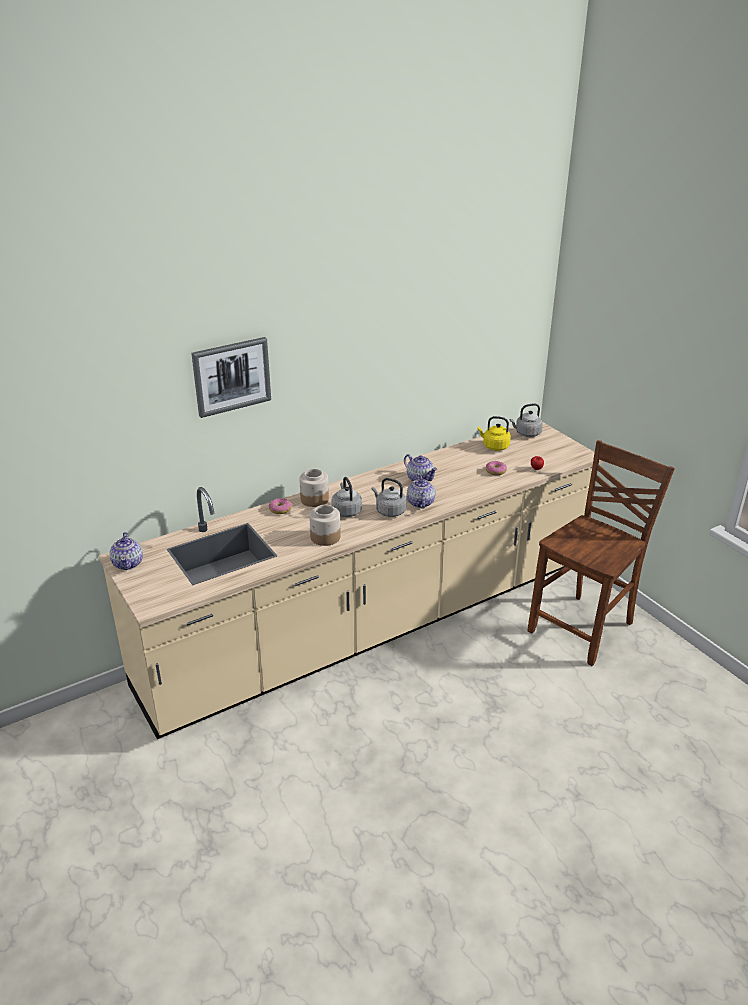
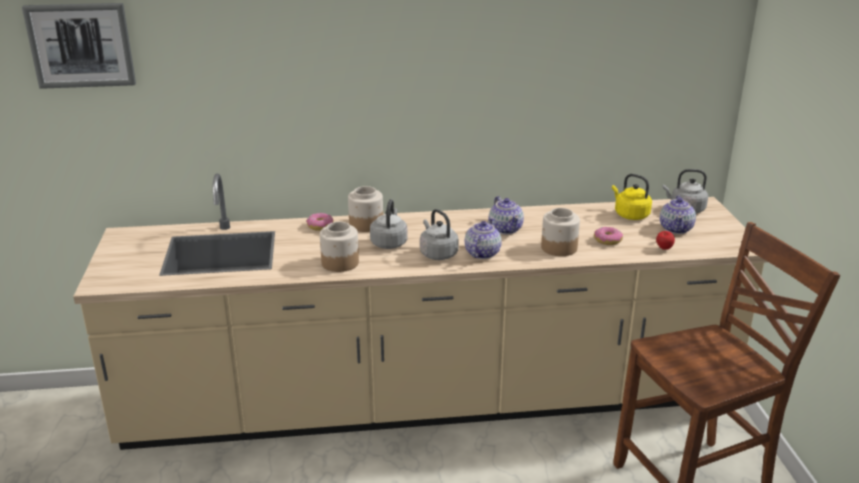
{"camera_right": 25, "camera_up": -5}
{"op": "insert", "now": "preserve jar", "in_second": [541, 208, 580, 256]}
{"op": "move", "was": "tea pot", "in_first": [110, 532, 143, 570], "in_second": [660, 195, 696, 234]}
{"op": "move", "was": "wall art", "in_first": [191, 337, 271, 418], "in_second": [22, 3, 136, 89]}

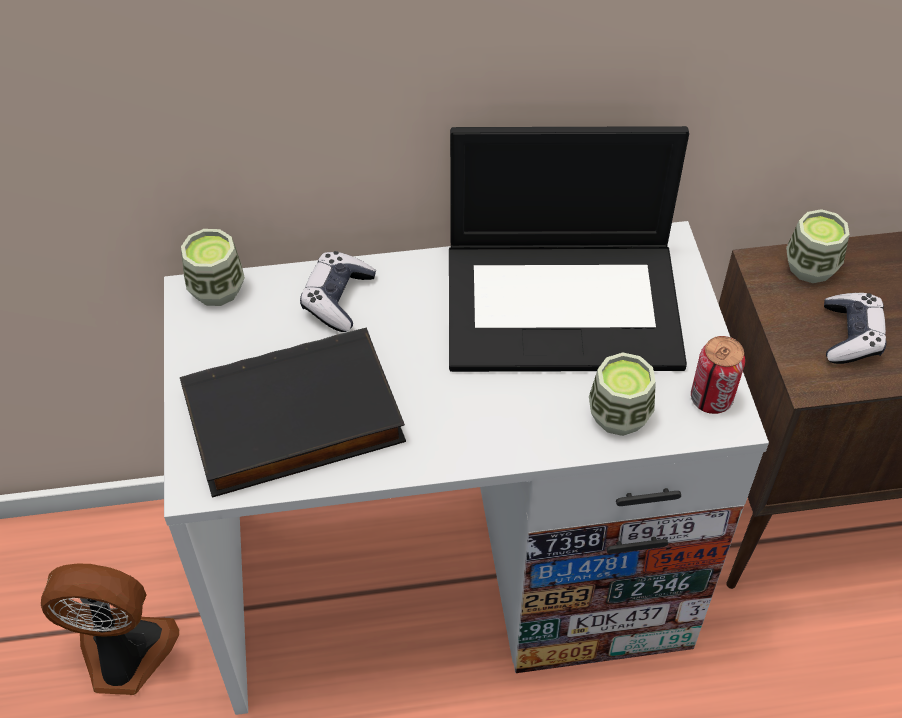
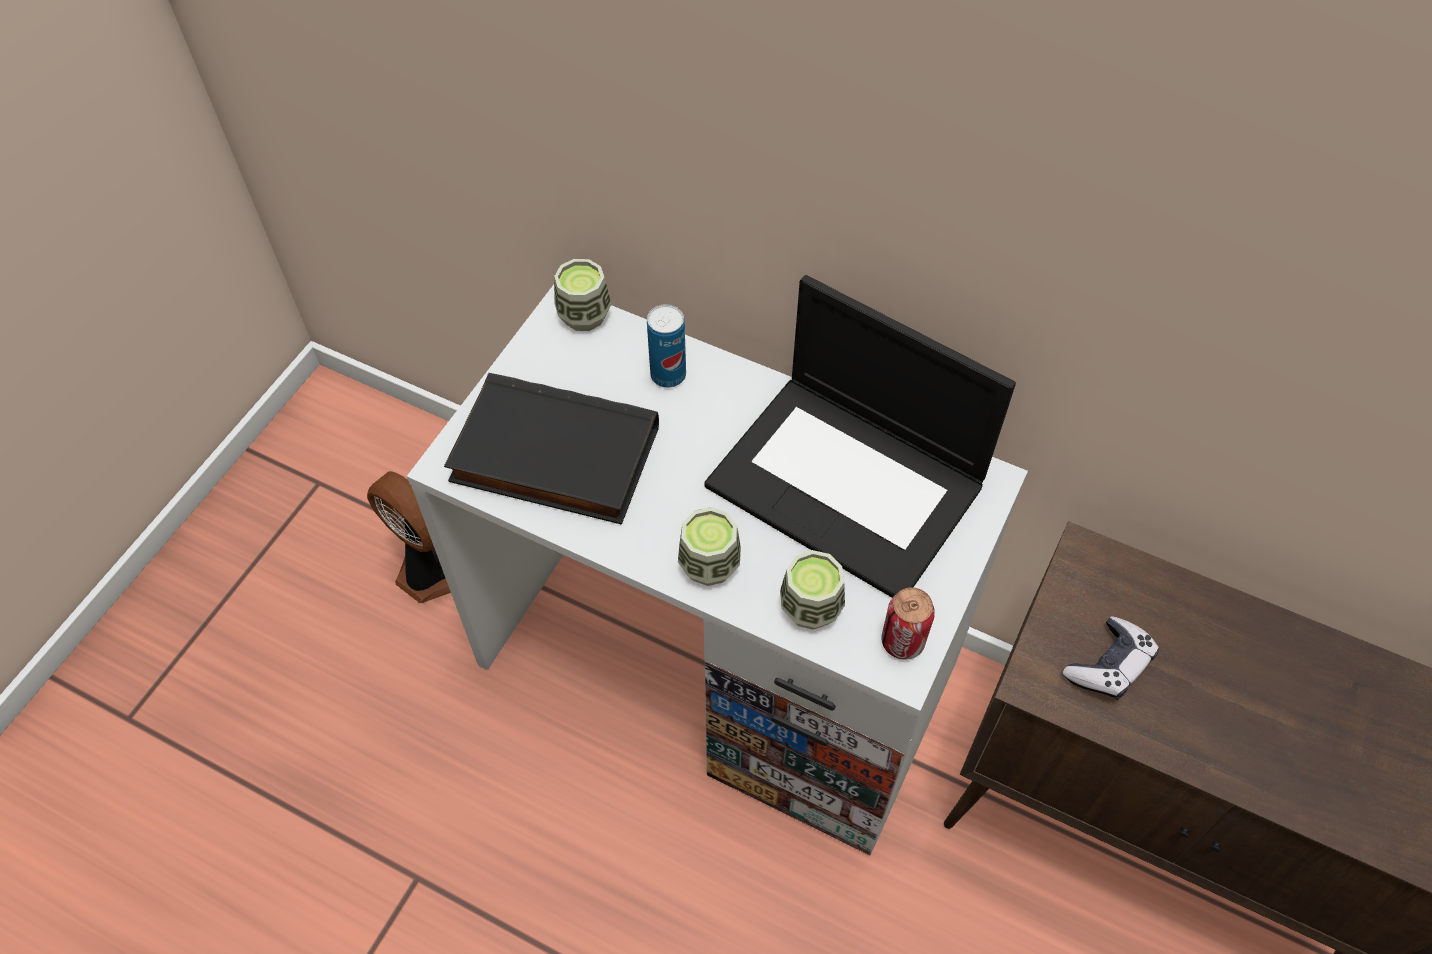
{"camera_right": 35, "camera_up": 5}
{"op": "move", "was": "cup", "in_first": [786, 209, 849, 283], "in_second": [678, 507, 741, 586]}
{"op": "replace", "was": "gamepad", "now": "can", "in_first": [300, 251, 376, 332], "in_second": [647, 304, 686, 388]}

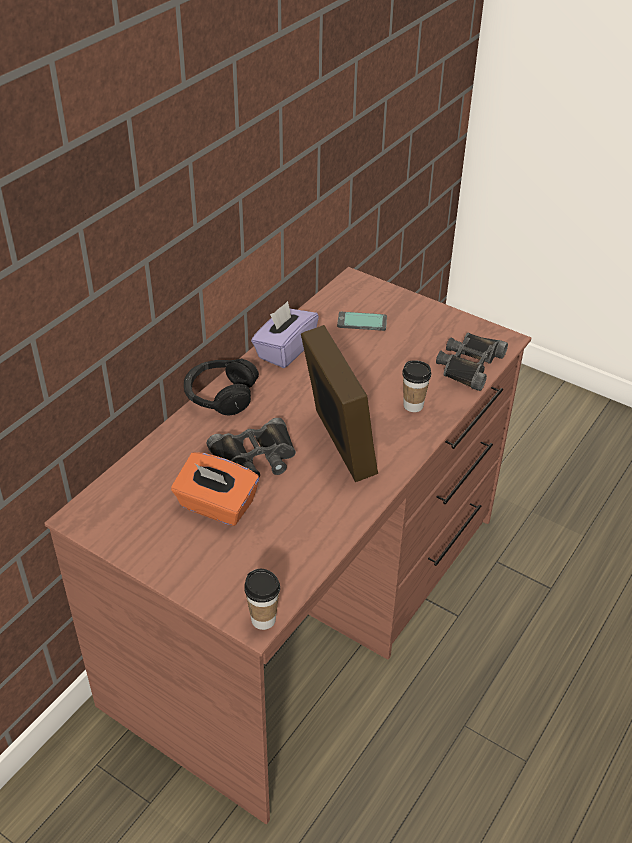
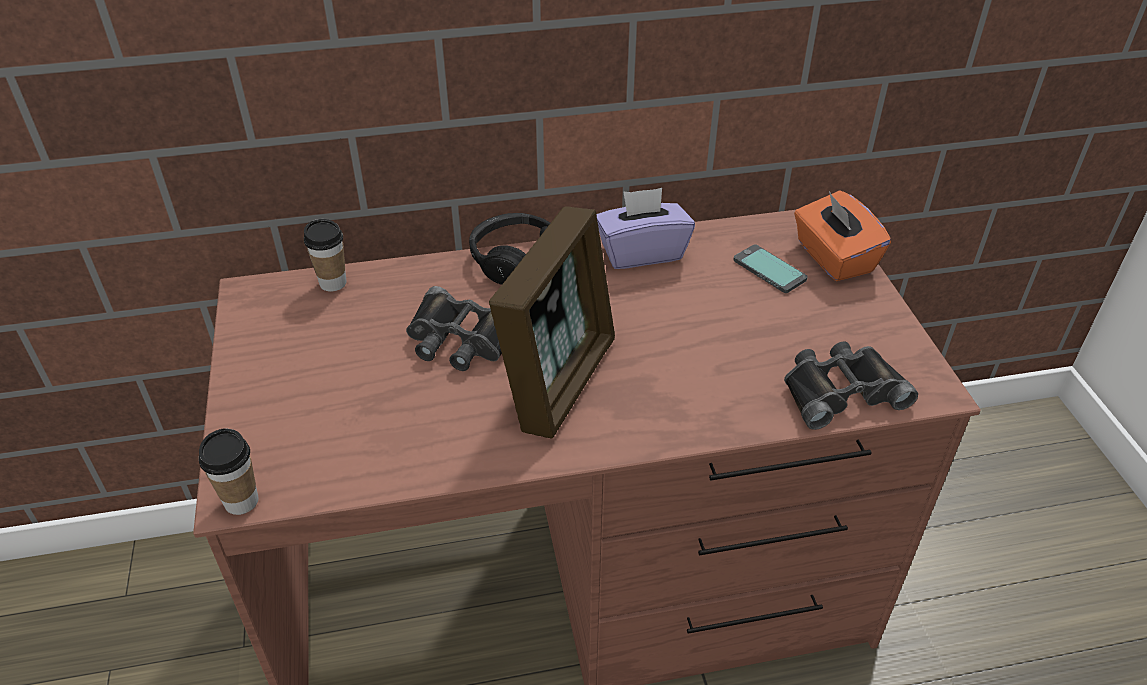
{"camera_right": 45, "camera_up": 0}
{"op": "move", "was": "tissue holder/orangey", "in_first": [171, 452, 259, 526], "in_second": [794, 190, 891, 281]}
{"op": "move", "was": "cup", "in_first": [402, 360, 431, 412], "in_second": [304, 219, 346, 292]}

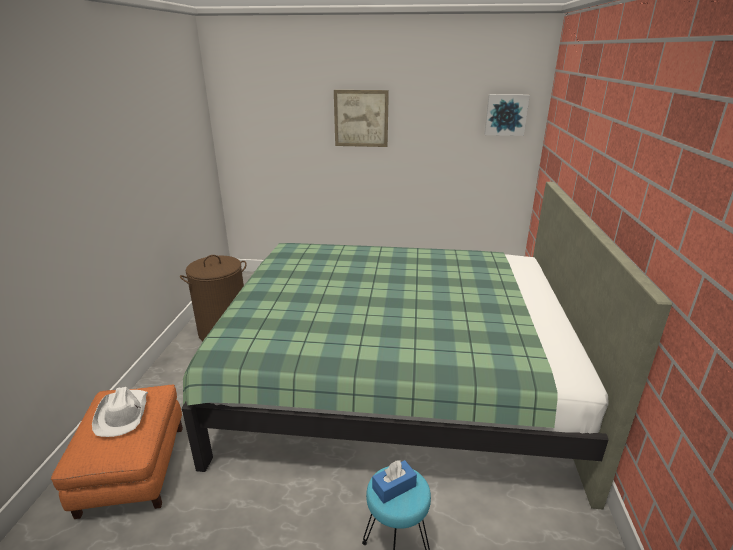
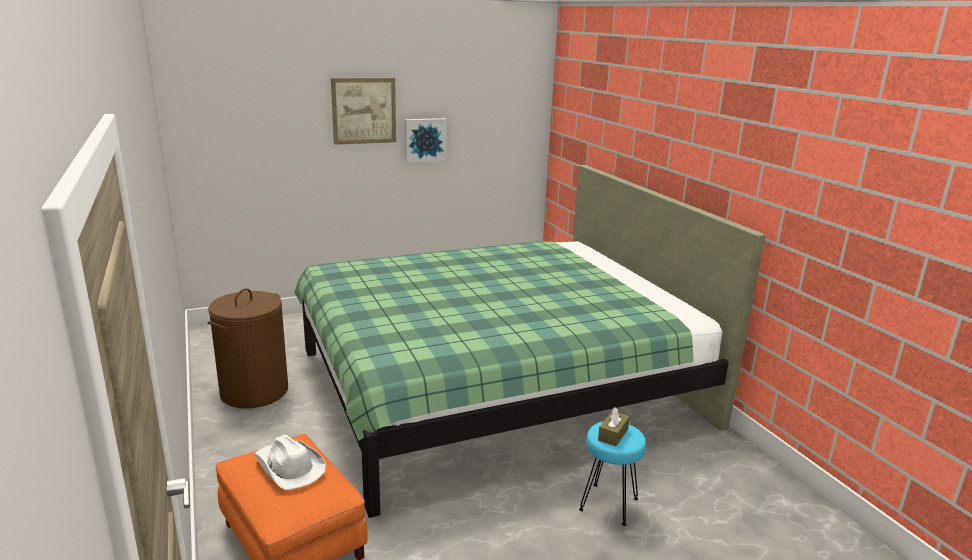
{"camera_right": -30, "camera_up": -5}
{"op": "move", "was": "wall art", "in_first": [485, 94, 530, 136], "in_second": [405, 118, 447, 163]}
{"op": "recolor", "was": "tissue holder/blue-coloured", "now": "tissue holder/brown", "in_first": [372, 460, 417, 504], "in_second": [598, 407, 630, 446]}

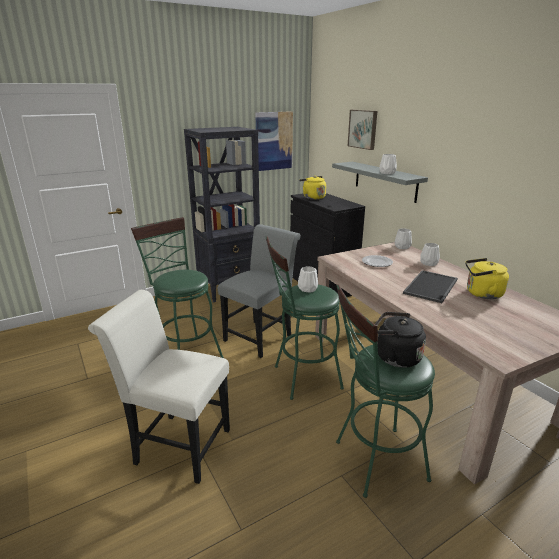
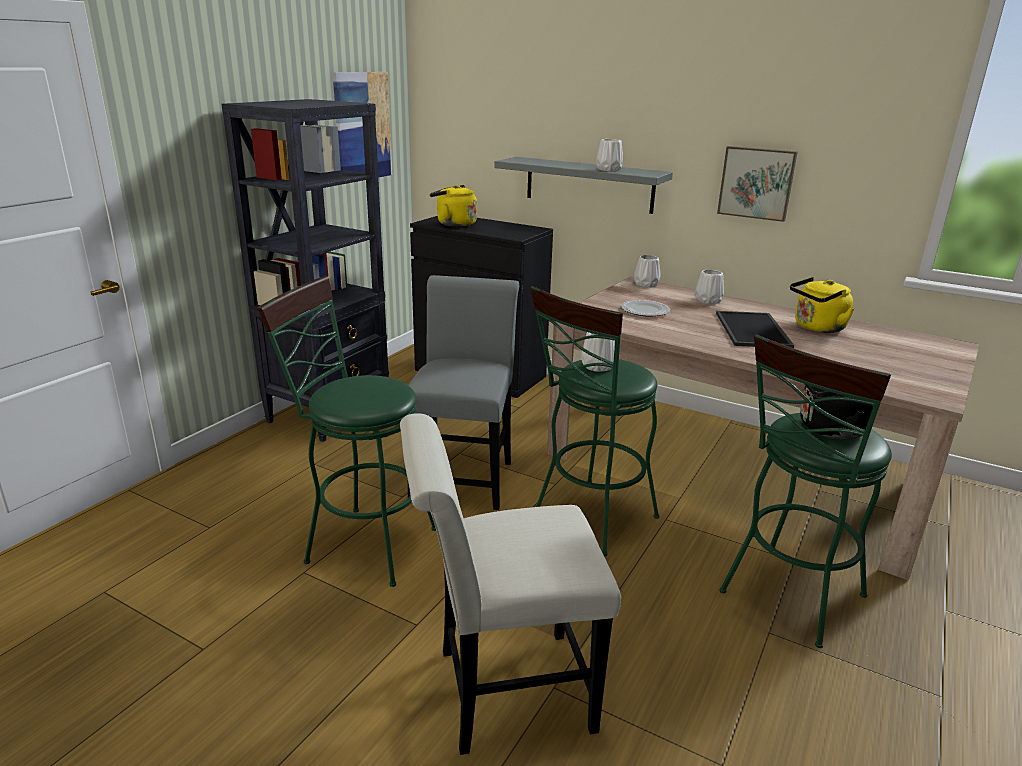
{"camera_right": -30, "camera_up": 0}
{"op": "move", "was": "wall art", "in_first": [348, 110, 377, 150], "in_second": [717, 146, 798, 222]}

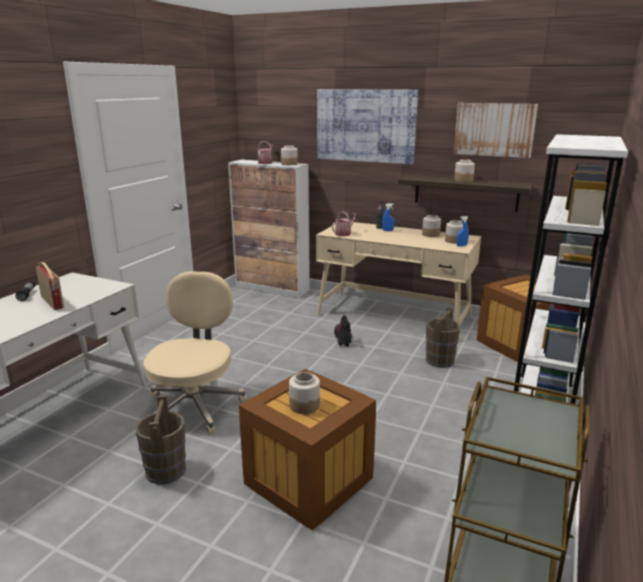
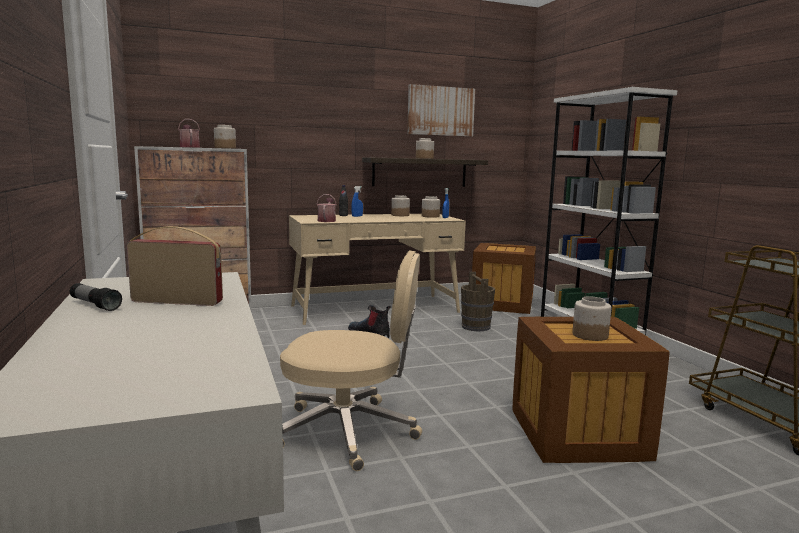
{"camera_right": -45, "camera_up": -10}
{"op": "delete", "was": "water bucket/brown", "in_first": [135, 395, 186, 485]}
{"op": "delete", "was": "wall art", "in_first": [317, 89, 418, 165]}
{"op": "rotate", "was": "office chair/beige", "in_first": [143, 271, 246, 434], "in_second": [280, 250, 422, 471], "clockwise": 135}

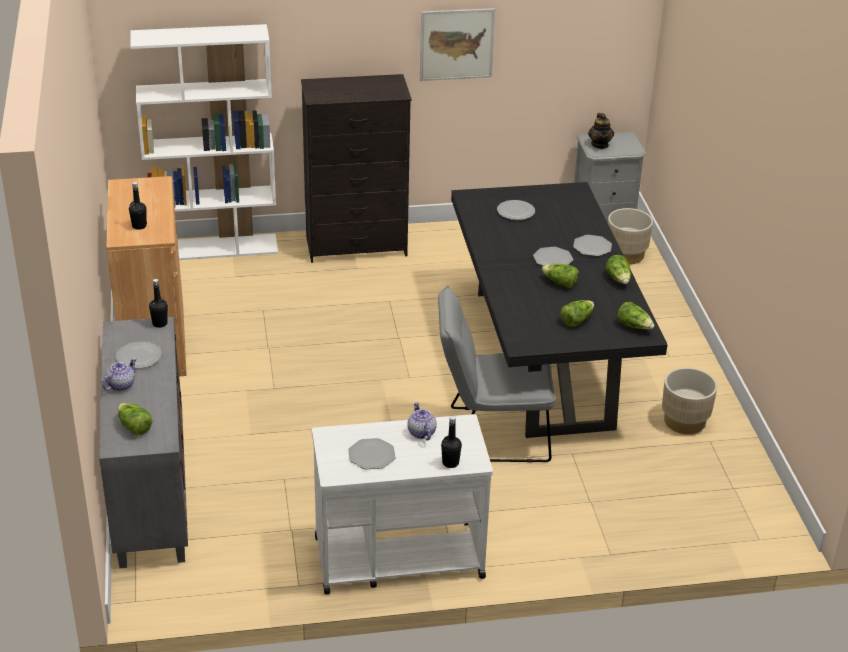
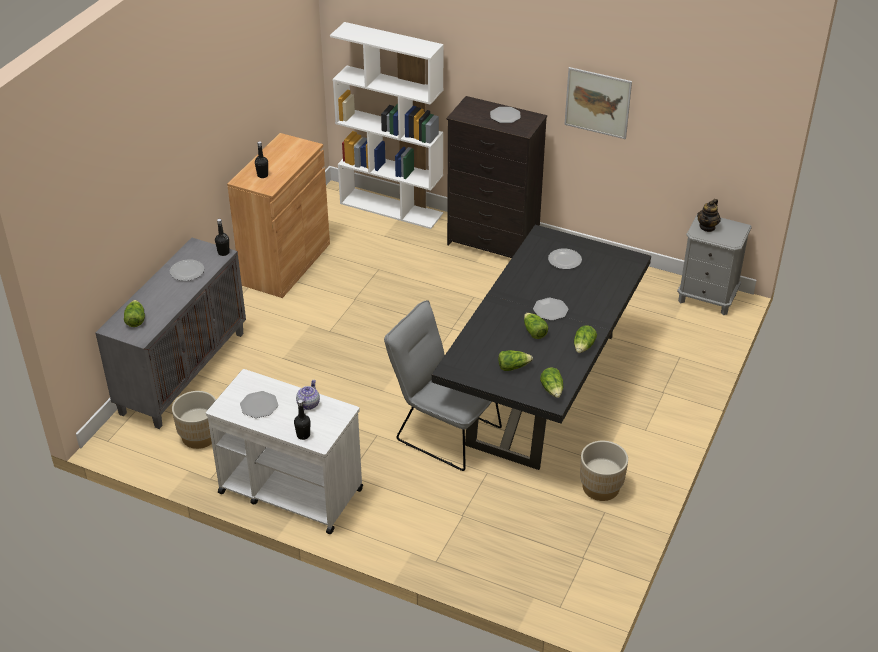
{"camera_right": 35, "camera_up": 5}
{"op": "delete", "was": "tea pot", "in_first": [102, 358, 137, 391]}
{"op": "move", "was": "plate", "in_first": [573, 235, 612, 256], "in_second": [490, 107, 521, 123]}
{"op": "move", "was": "plant pot/beige", "in_first": [608, 208, 653, 265], "in_second": [172, 391, 216, 449]}

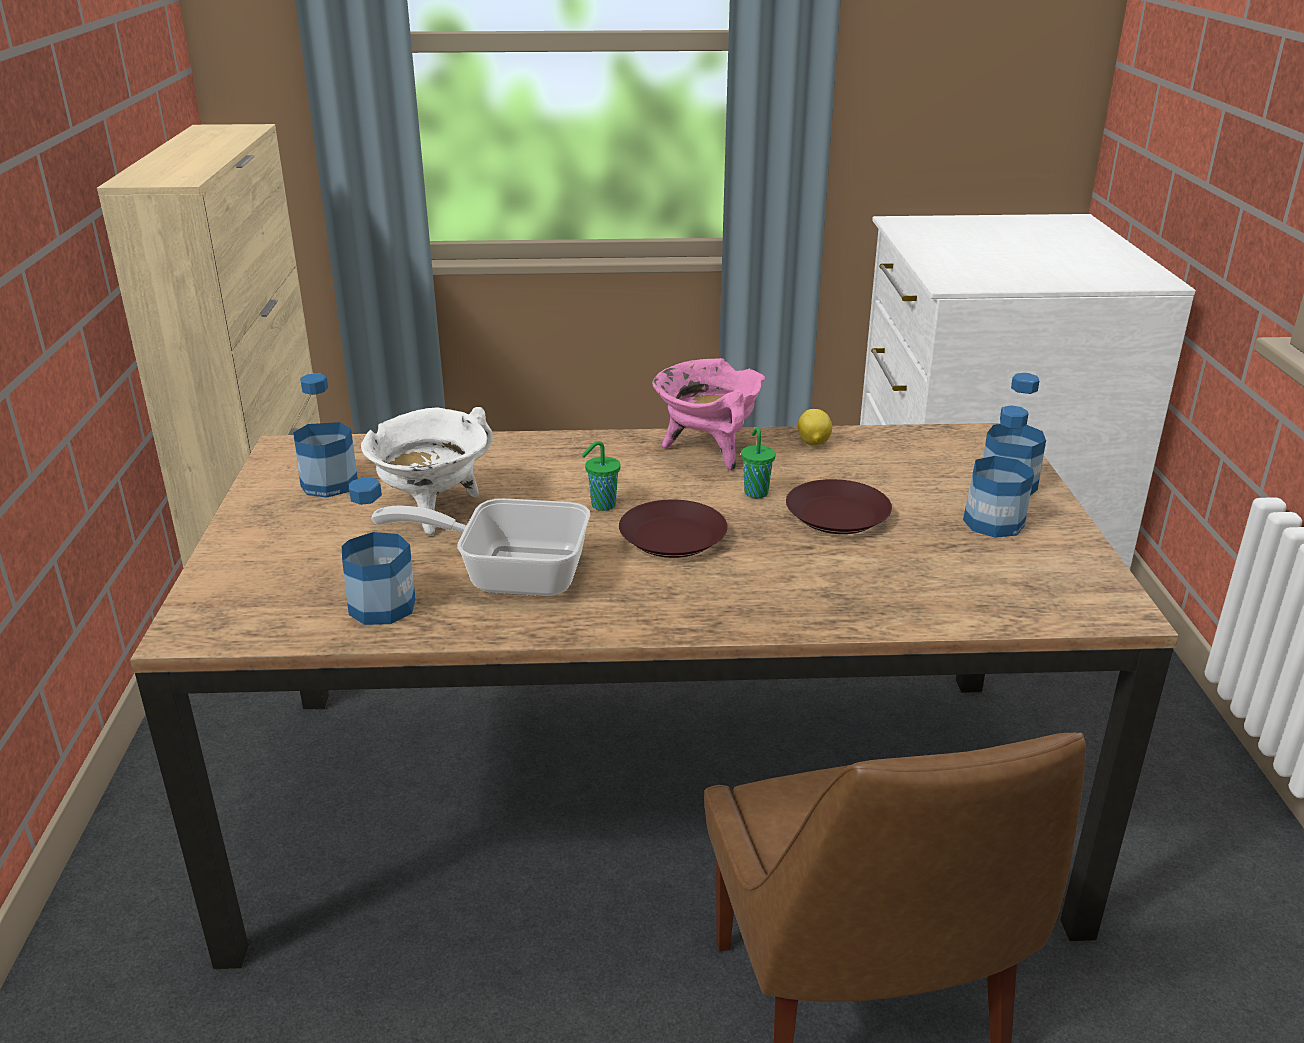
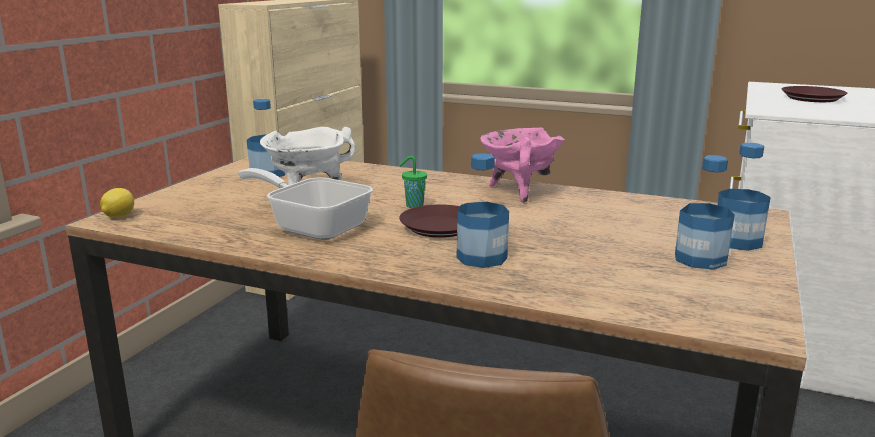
{"camera_right": 25, "camera_up": -10}
{"op": "delete", "was": "cup/green-coloured", "in_first": [741, 427, 776, 498]}
{"op": "move", "was": "beverage bottle", "in_first": [342, 477, 416, 625], "in_second": [456, 153, 509, 268]}
{"op": "move", "was": "plate/brown", "in_first": [786, 479, 892, 534], "in_second": [781, 86, 847, 102]}
{"op": "move", "was": "whole lemon", "in_first": [798, 409, 832, 446], "in_second": [100, 188, 134, 218]}

